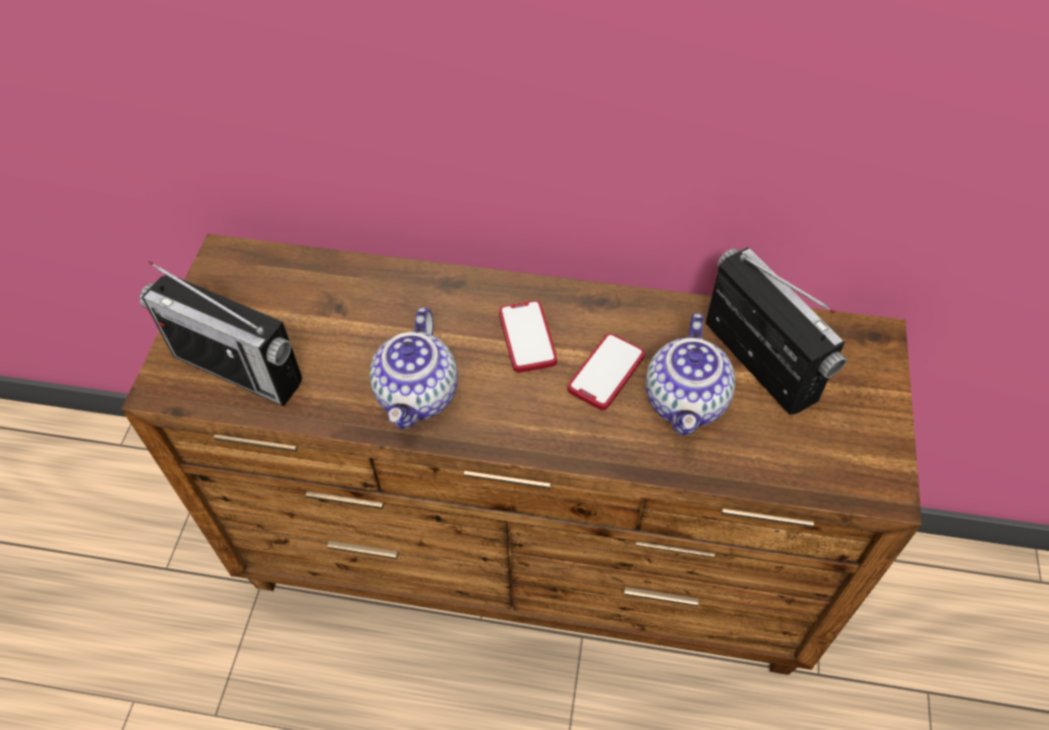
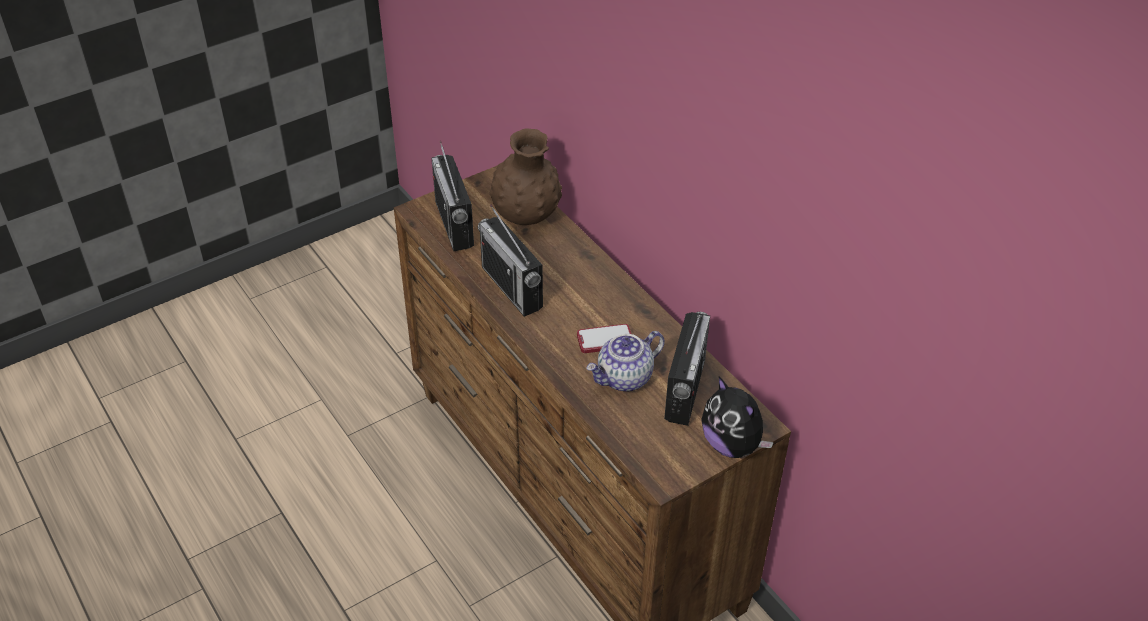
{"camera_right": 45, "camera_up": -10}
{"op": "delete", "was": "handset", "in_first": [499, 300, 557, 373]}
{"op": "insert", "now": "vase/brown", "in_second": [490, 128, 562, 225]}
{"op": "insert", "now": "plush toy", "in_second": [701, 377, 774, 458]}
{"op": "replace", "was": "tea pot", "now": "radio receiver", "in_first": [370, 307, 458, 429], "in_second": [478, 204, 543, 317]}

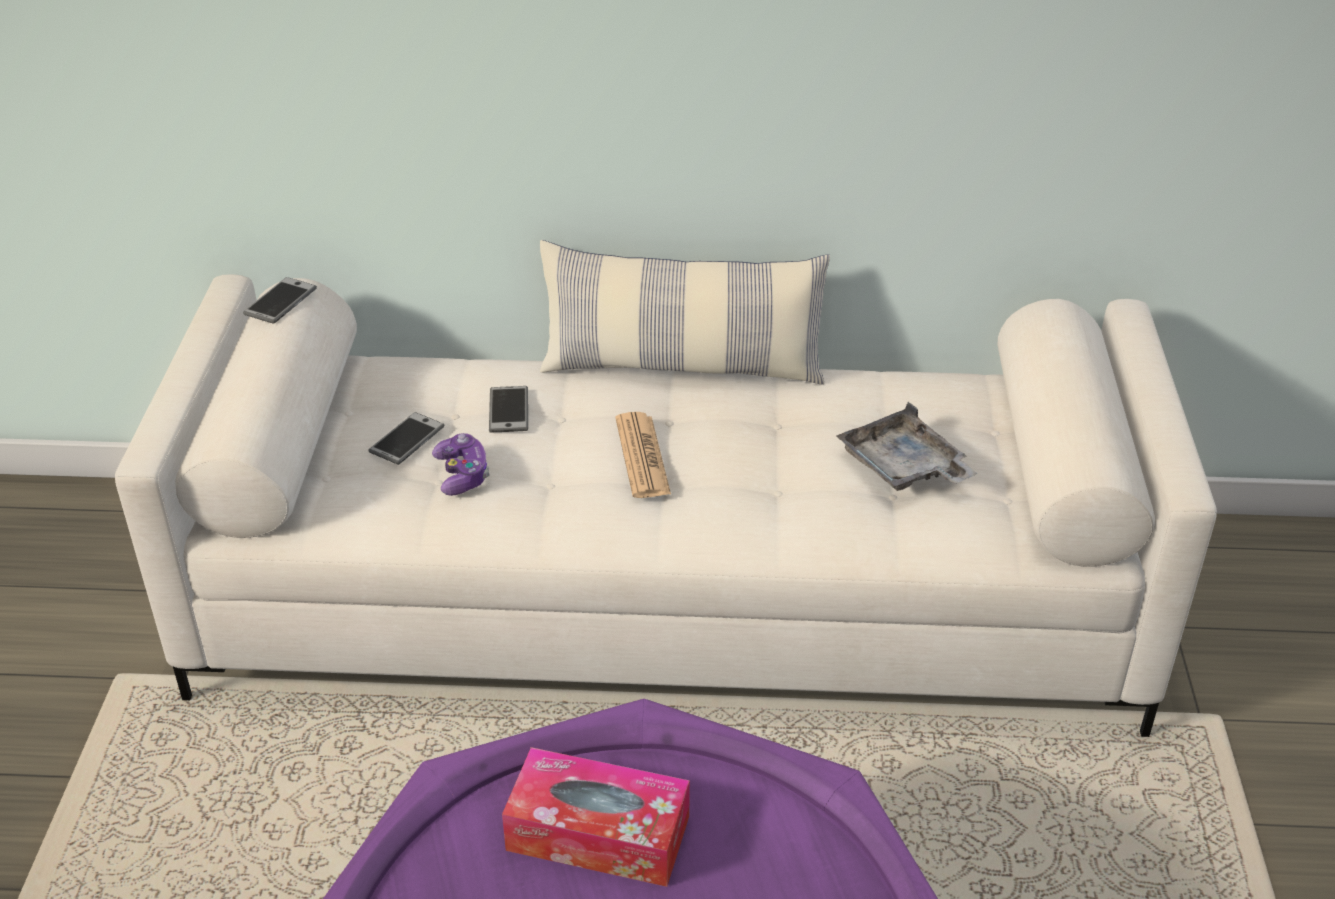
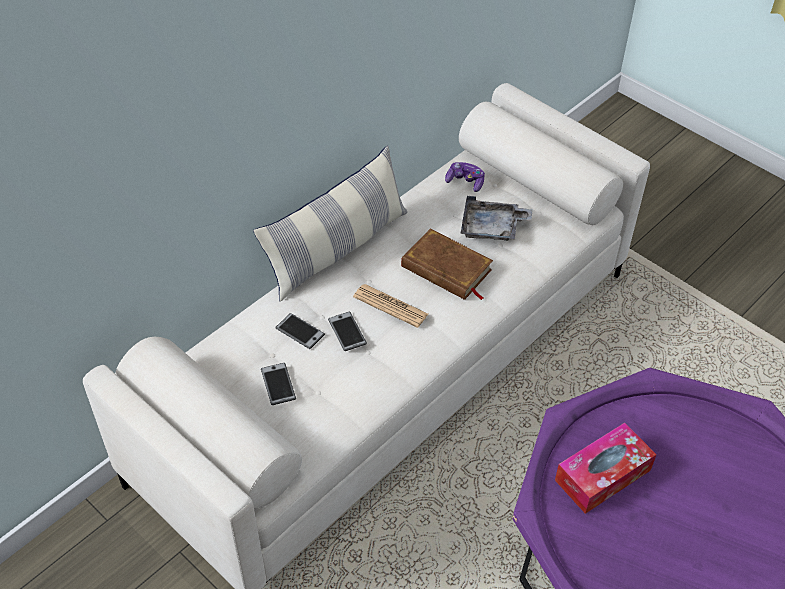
{"camera_right": -50, "camera_up": 10}
{"op": "insert", "now": "bound book/brown", "in_second": [401, 229, 493, 300]}
{"op": "move", "was": "handset", "in_first": [243, 277, 317, 324], "in_second": [328, 311, 367, 351]}
{"op": "move", "was": "gamepad", "in_first": [432, 433, 490, 496], "in_second": [445, 162, 485, 192]}

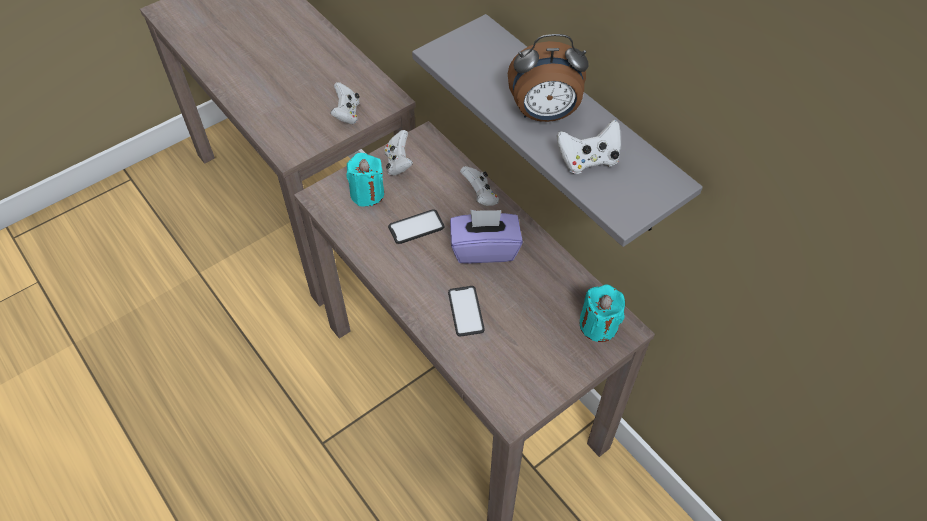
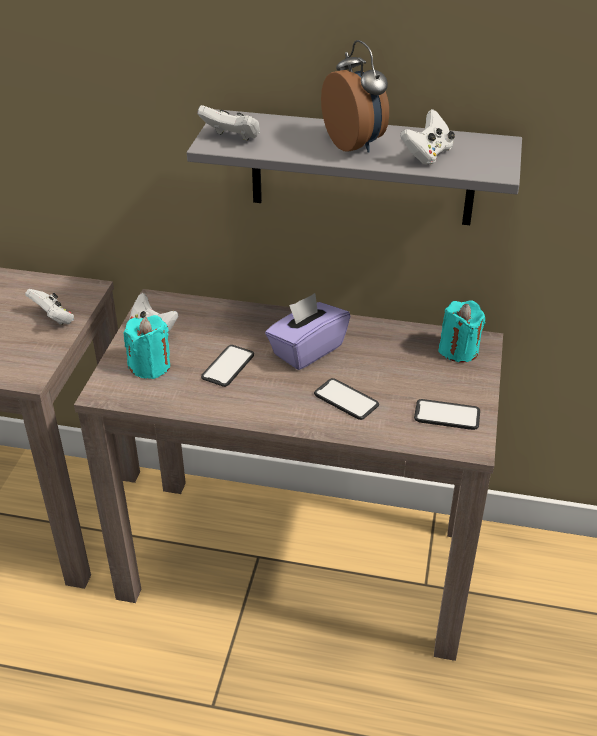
{"camera_right": -40, "camera_up": -15}
{"op": "insert", "now": "handset", "in_second": [414, 399, 480, 430]}
{"op": "move", "was": "gamepad/whitish", "in_first": [460, 166, 499, 206], "in_second": [197, 105, 260, 141]}
{"op": "rotate", "was": "alarm clock", "in_first": [508, 34, 589, 122], "in_second": [321, 40, 389, 153], "clockwise": -75}

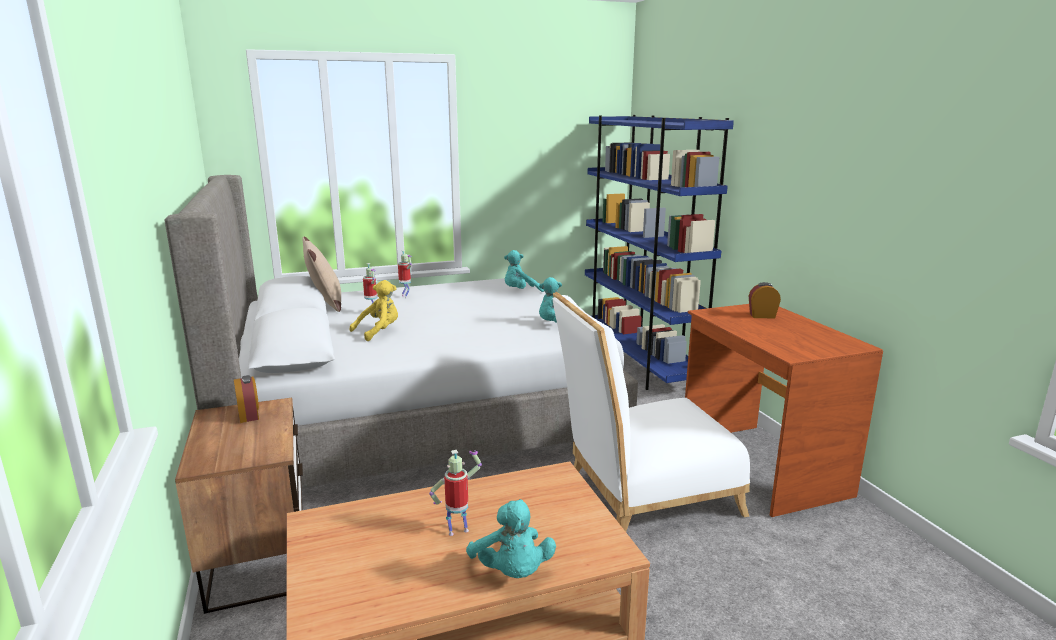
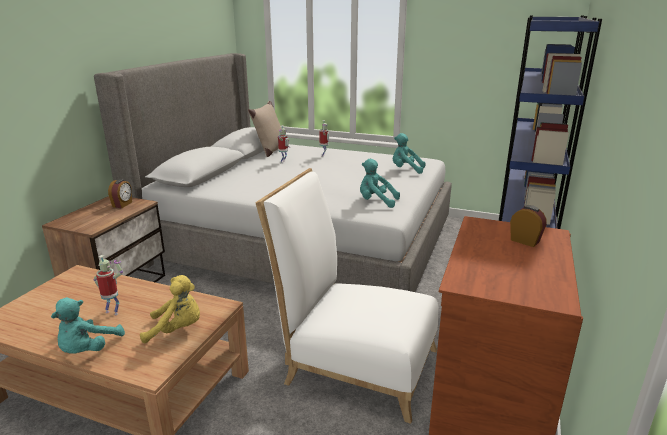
{"camera_right": 40, "camera_up": 5}
{"op": "move", "was": "plush toy/yellow", "in_first": [349, 280, 398, 341], "in_second": [140, 275, 200, 343]}

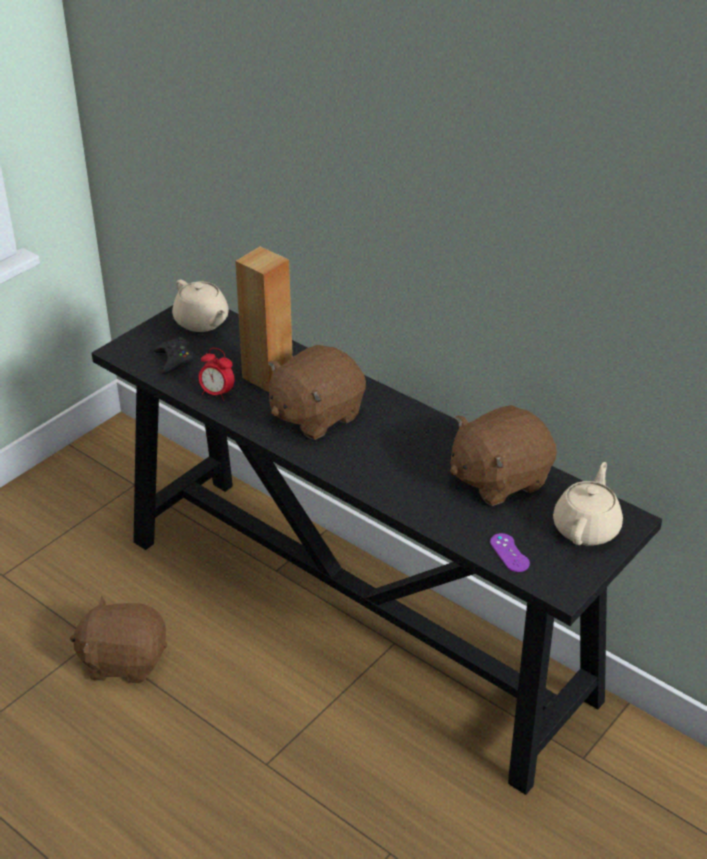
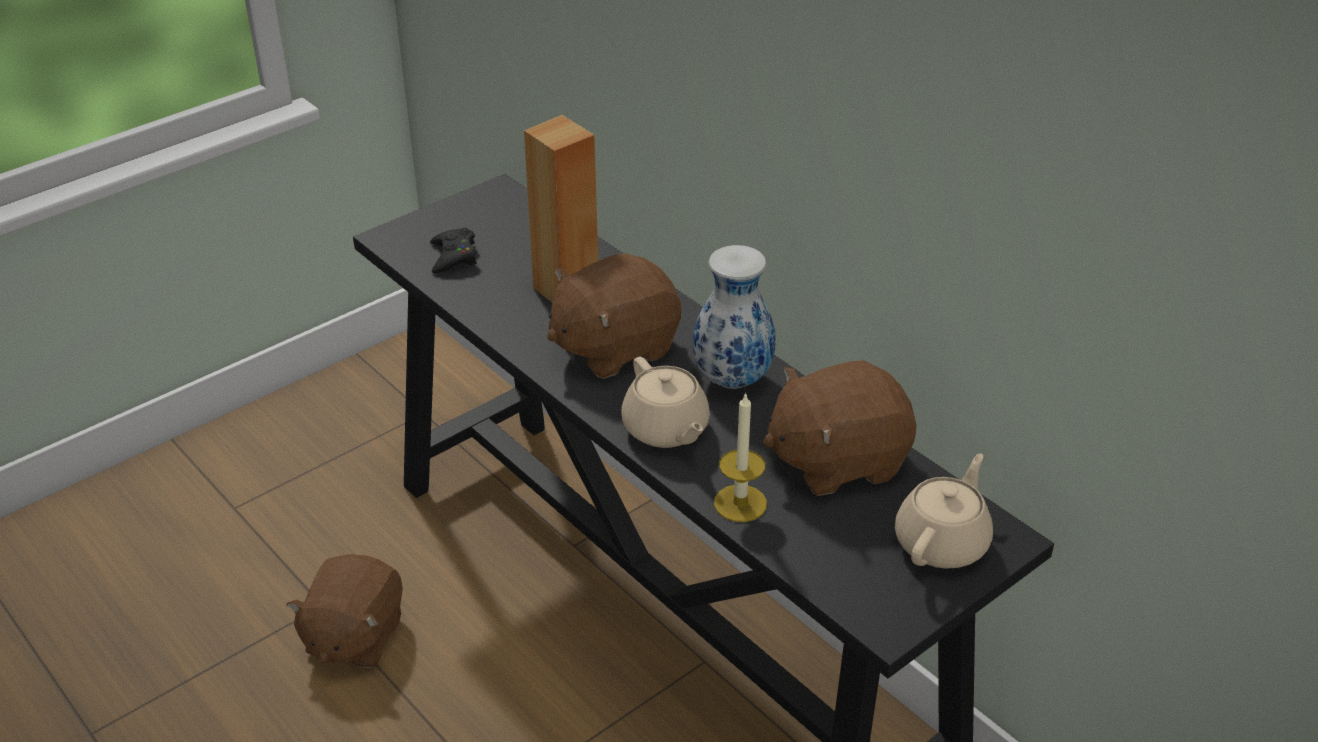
{"camera_right": 10, "camera_up": 0}
{"op": "delete", "was": "alarm clock", "in_first": [199, 348, 234, 401]}
{"op": "delete", "was": "gamepad/purplish", "in_first": [490, 533, 530, 572]}
{"op": "insert", "now": "vase", "in_second": [693, 245, 776, 389]}
{"op": "insert", "now": "wax candle", "in_second": [714, 392, 767, 522]}
{"op": "move", "was": "tea pot/beige", "in_first": [172, 279, 229, 332], "in_second": [621, 357, 710, 448]}
{"op": "rotate", "was": "plush toy/brown", "in_first": [70, 596, 167, 683], "in_second": [287, 554, 403, 668], "clockwise": -90}

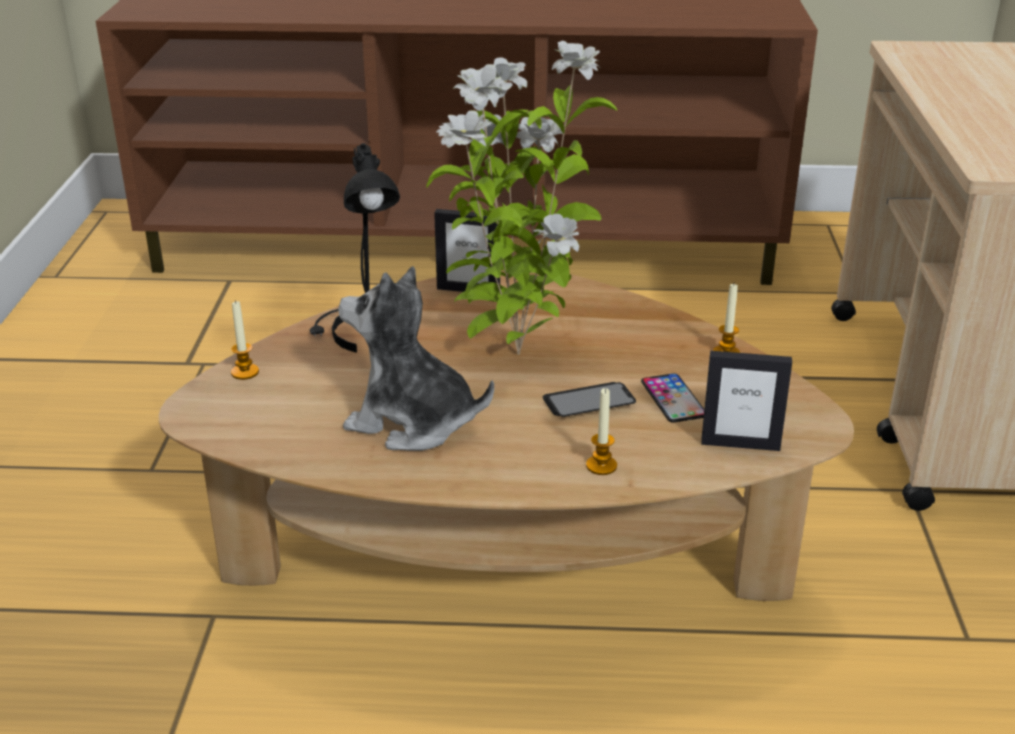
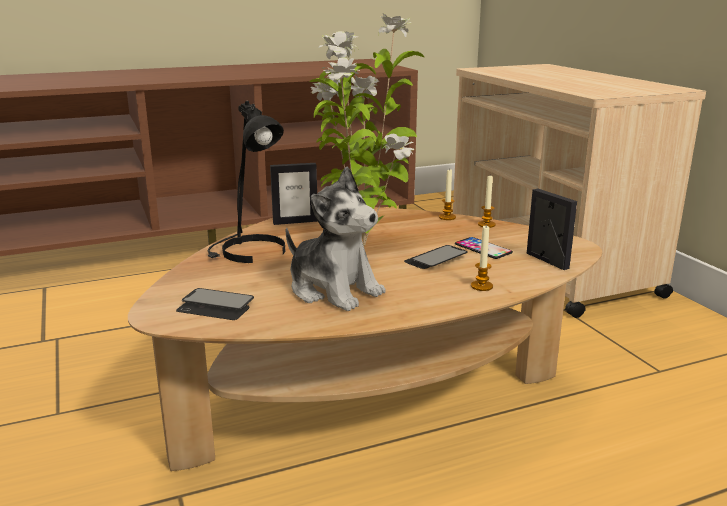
{"camera_right": -25, "camera_up": -10}
{"op": "insert", "now": "handset", "in_second": [176, 288, 254, 320]}
{"op": "move", "was": "wax candle", "in_first": [231, 300, 259, 380], "in_second": [439, 168, 456, 220]}
{"op": "rotate", "was": "plush toy", "in_first": [338, 266, 494, 451], "in_second": [286, 166, 386, 311], "clockwise": -135}
{"op": "rotate", "was": "standing frame", "in_first": [701, 351, 792, 451], "in_second": [527, 189, 577, 270], "clockwise": -105}

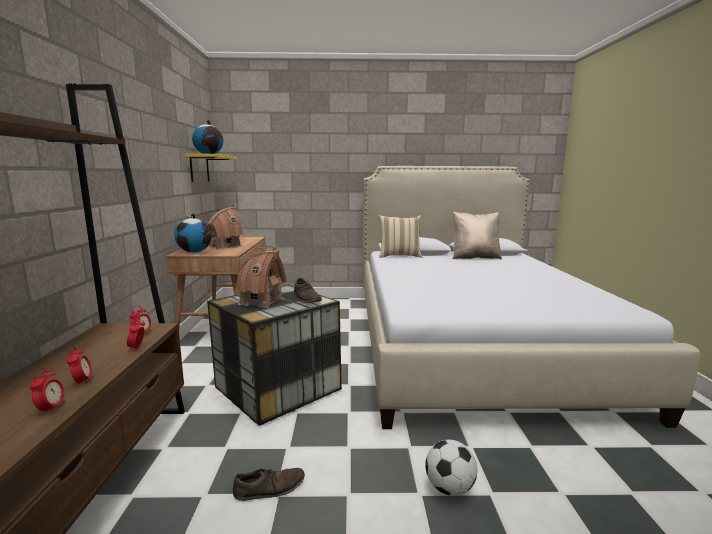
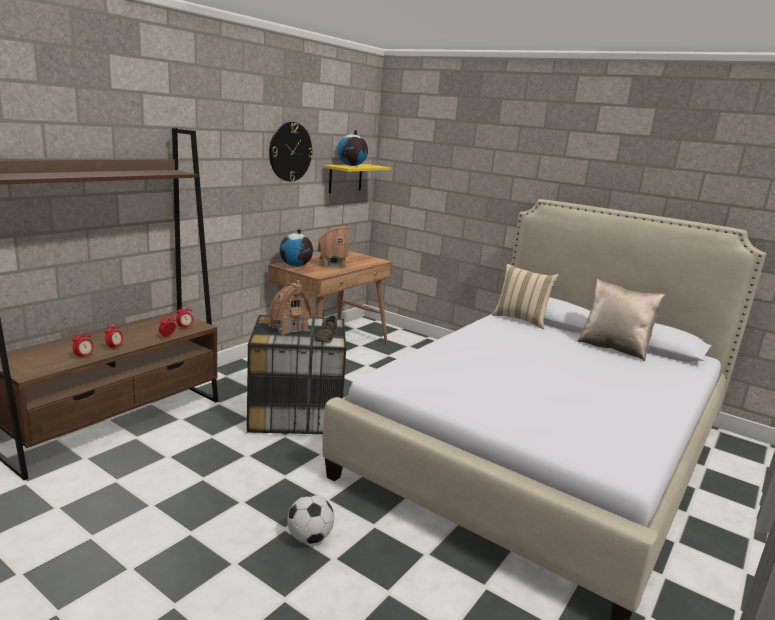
{"camera_right": 35, "camera_up": 5}
{"op": "delete", "was": "item of footwear/brown", "in_first": [233, 468, 305, 501]}
{"op": "insert", "now": "hanging clock", "in_second": [269, 122, 313, 182]}

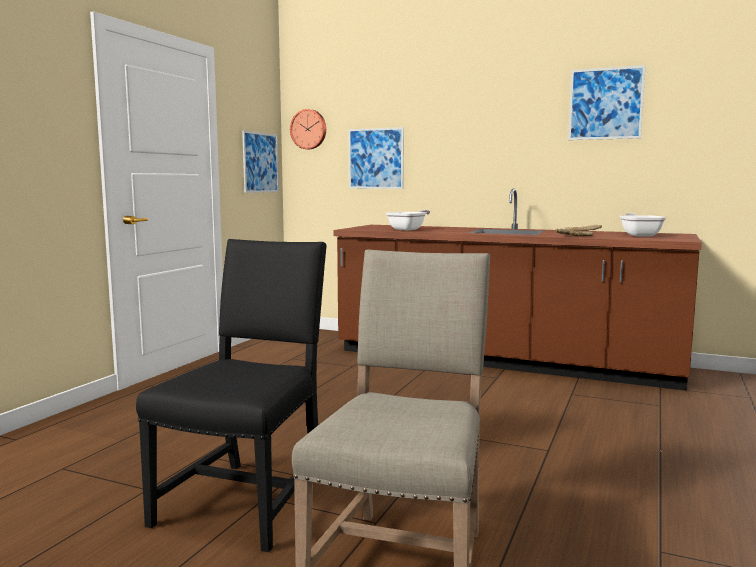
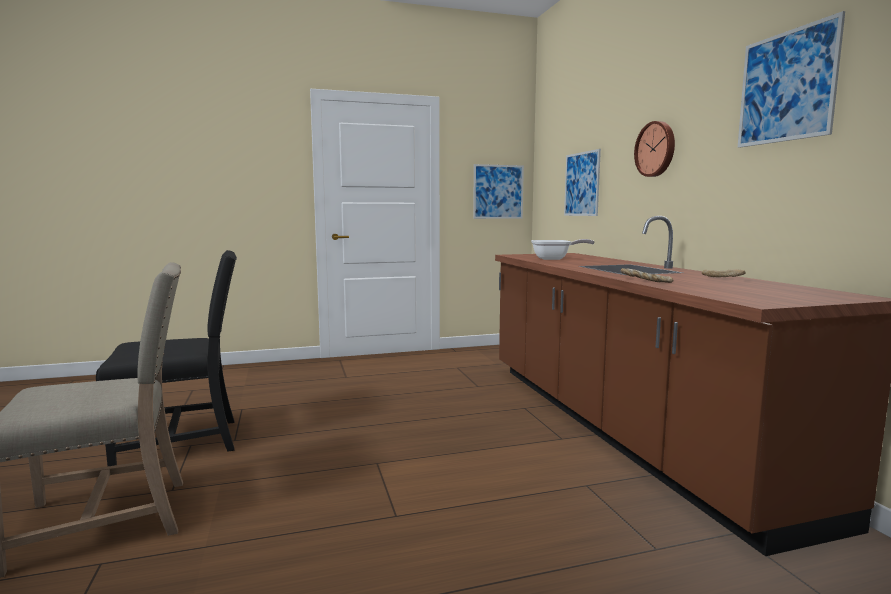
{"camera_right": 50, "camera_up": 0}
{"op": "delete", "was": "pan", "in_first": [620, 213, 666, 236]}
{"op": "move", "was": "hanging clock", "in_first": [290, 109, 326, 149], "in_second": [634, 121, 675, 177]}

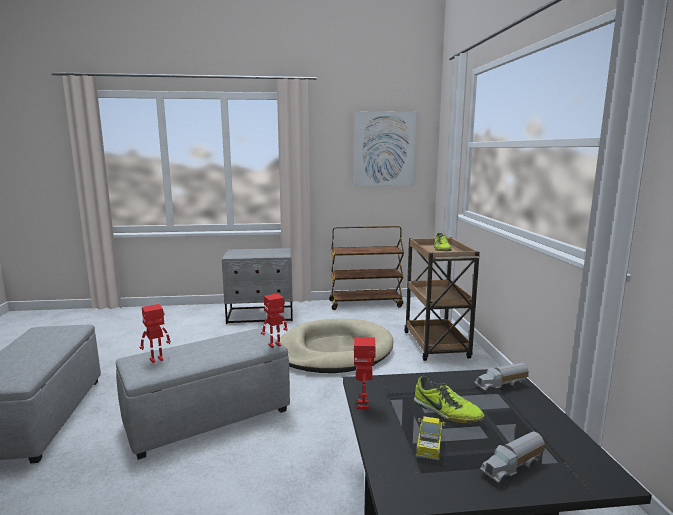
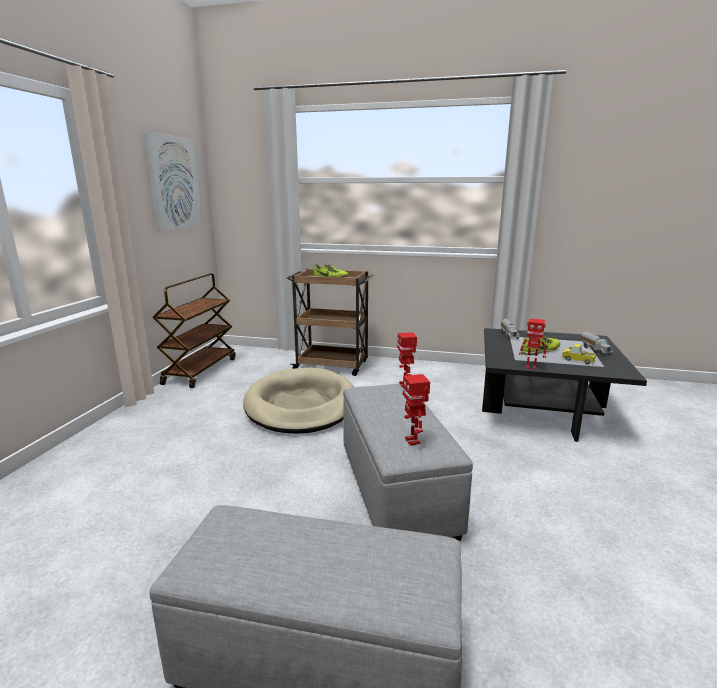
{"camera_right": -70, "camera_up": 5}
{"op": "delete", "was": "bedside table/gray", "in_first": [222, 248, 293, 324]}

